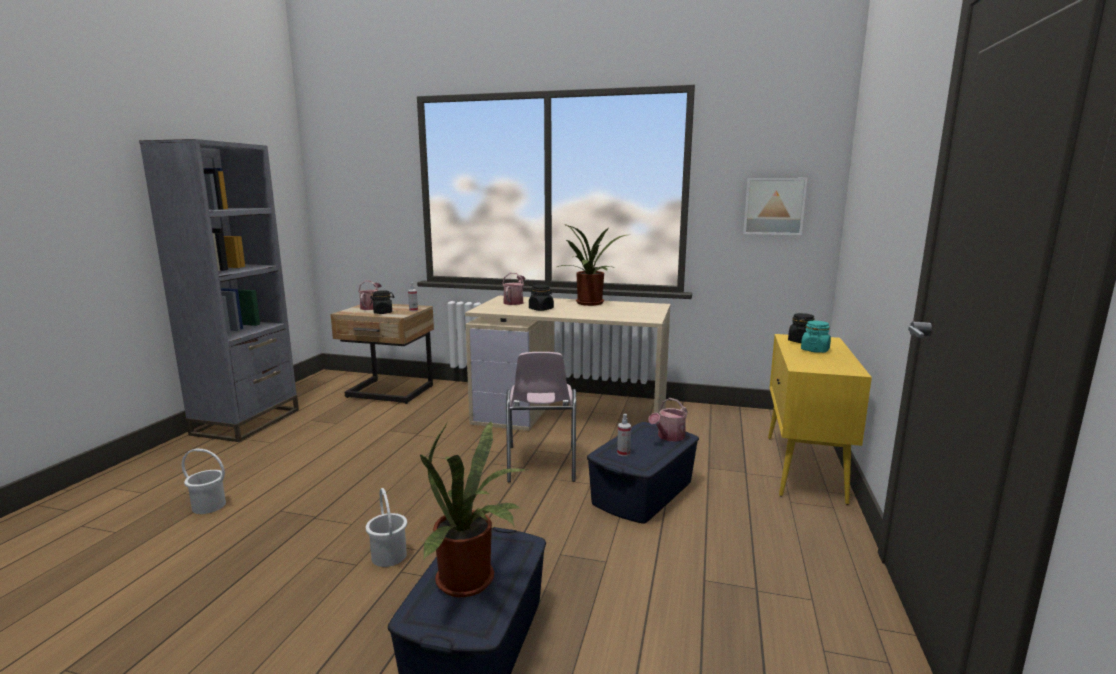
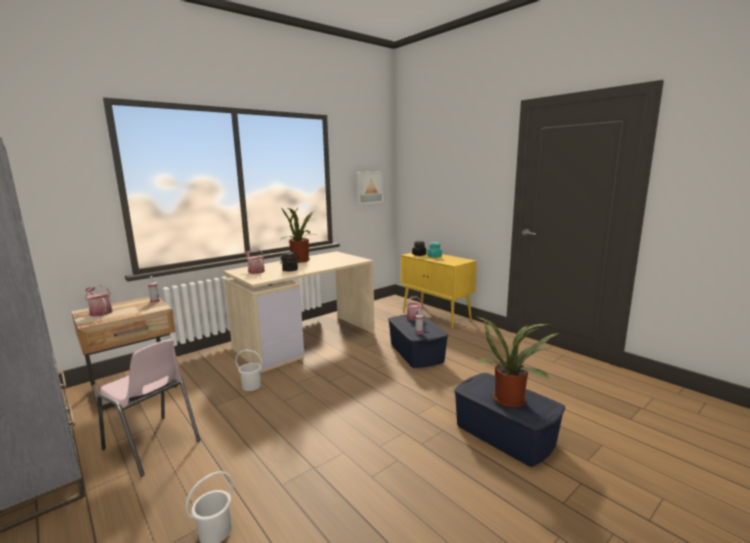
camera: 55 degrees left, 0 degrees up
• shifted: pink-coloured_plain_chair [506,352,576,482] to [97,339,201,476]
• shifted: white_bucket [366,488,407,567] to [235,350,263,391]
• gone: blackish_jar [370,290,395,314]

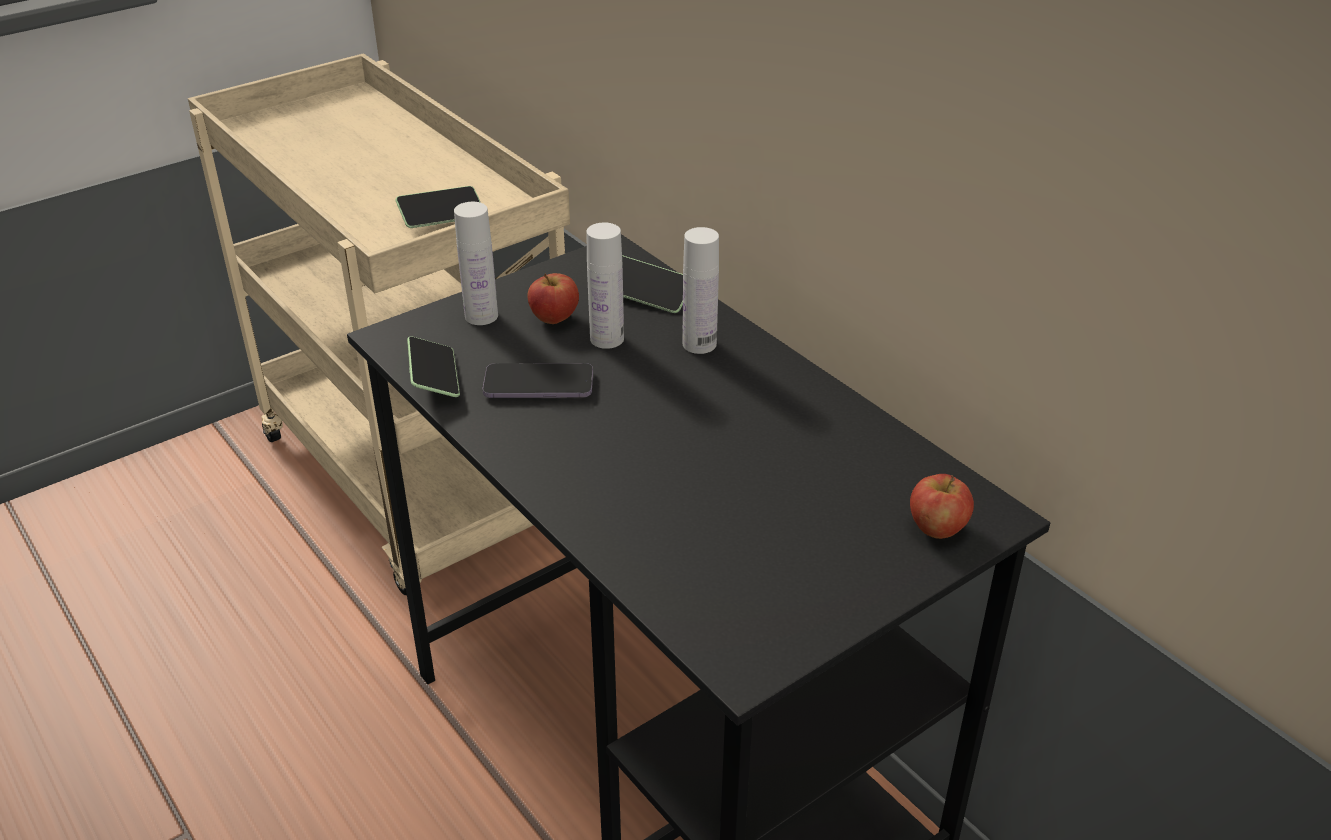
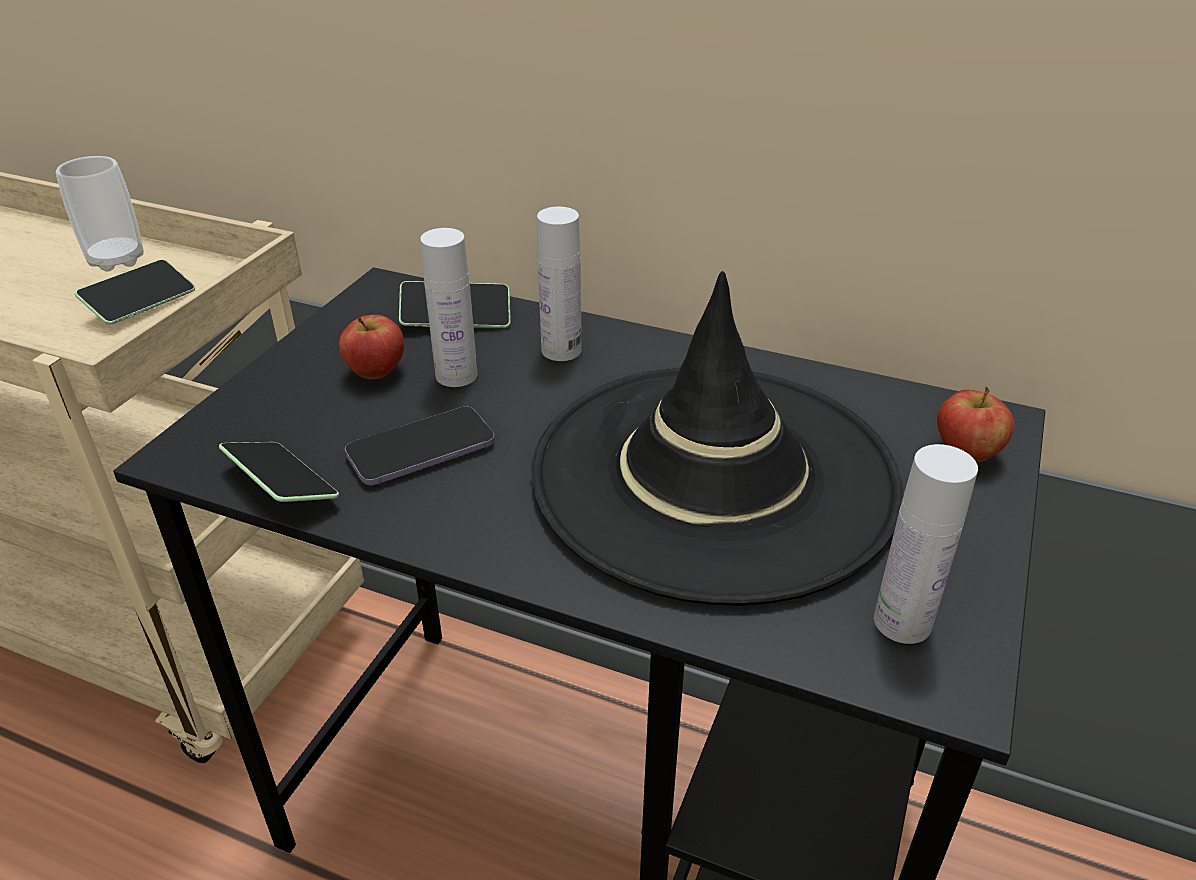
camera: 30 degrees left, 0 degrees up
• new: cup [56,156,144,272]
• new: blackish_wearable_hat [531,271,903,606]
• shifted: white_bottle [454,202,498,325] to [874,444,978,644]

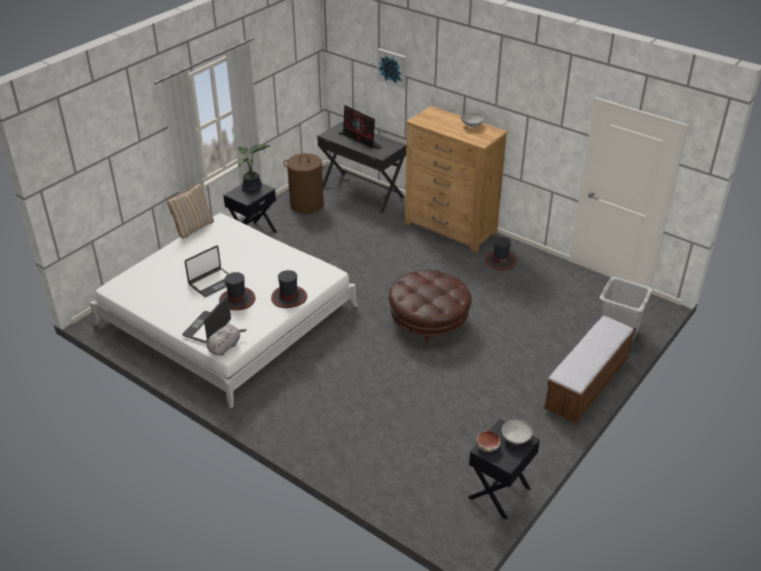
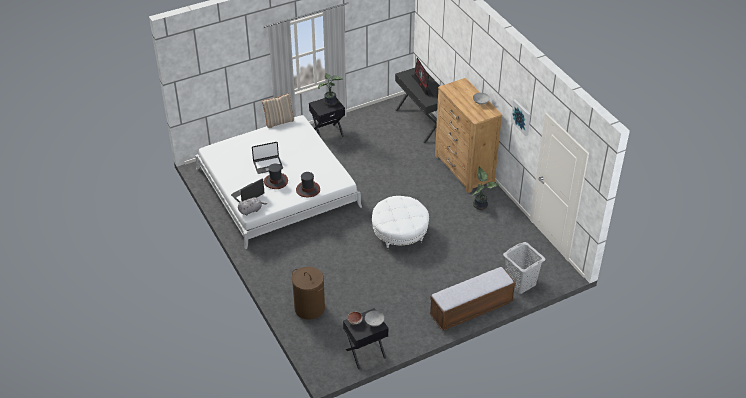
camera: 25 degrees right, 5 degrees up
• shifted: brownish_hamper [284,153,325,214] to [292,266,325,320]
• repainted: brownish_pouffe [389,270,472,346] to white_pouffe [372,196,429,249]
• swapped: wearable_hat [485,237,517,271] to houseplant [471,167,499,210]
• shifted: picture [377,48,406,89] to [511,99,531,136]

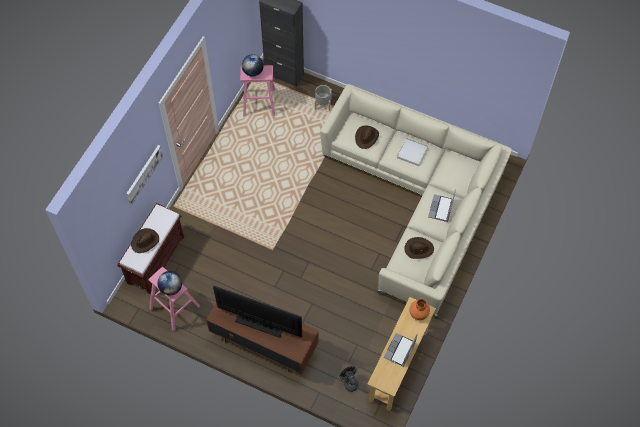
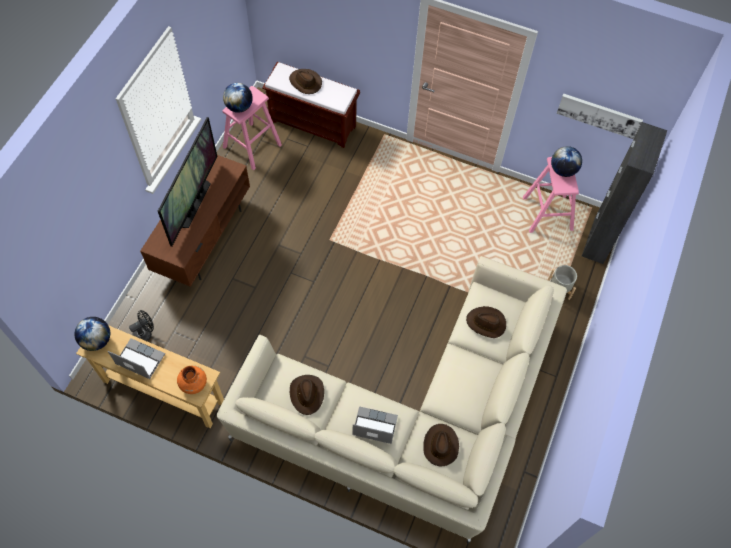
camera: 85 degrees right, 0 degrees up
• new: globe [74,317,110,351]
• new: brownish_wearable_hat [424,424,459,466]
• shifted: picture [126,145,163,205] to [556,94,643,139]
• gone: white_tray [397,138,428,166]

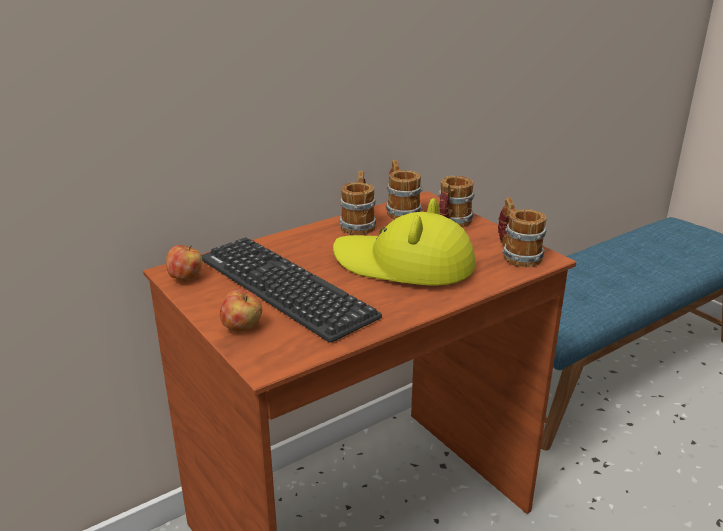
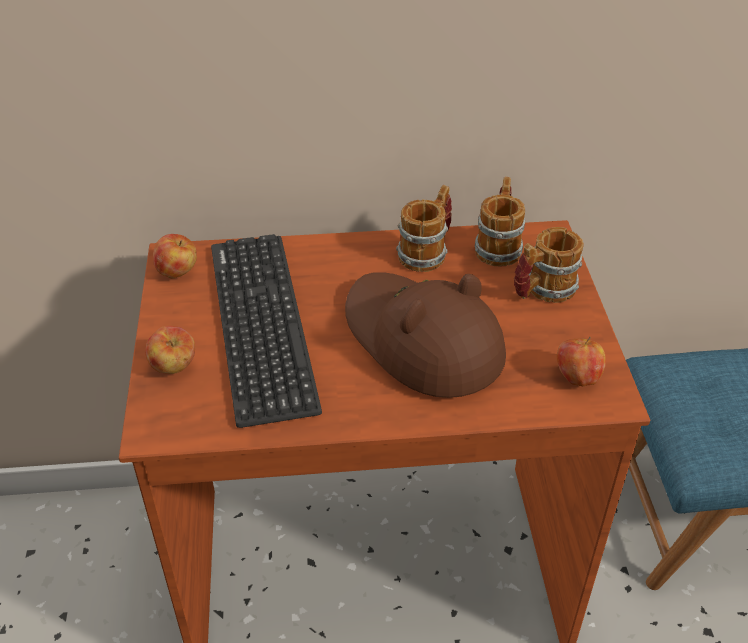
camera: 30 degrees right, 15 degrees up
• repainted: yellow_wearable_hat [333,198,476,285] to brownish_wearable_hat [345,272,506,398]
• swapped: mug [498,197,547,267] to whole_apple [557,336,606,386]

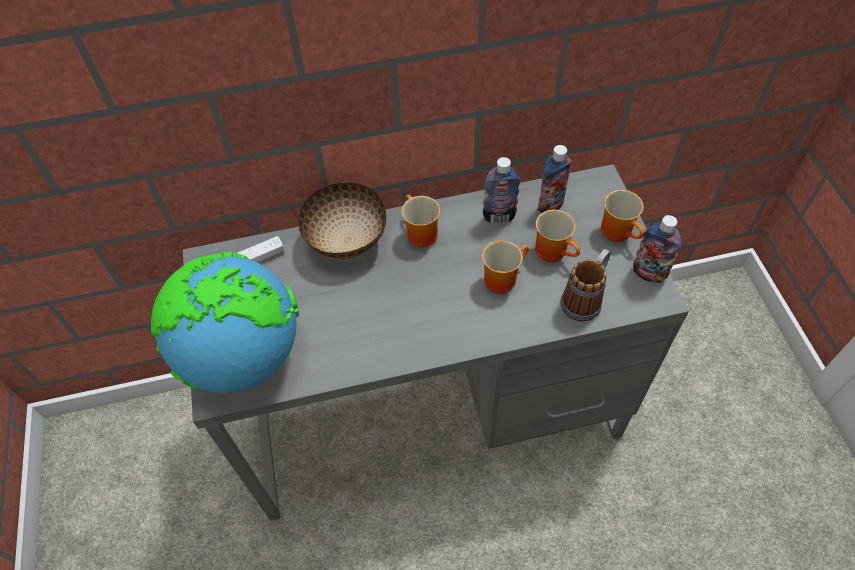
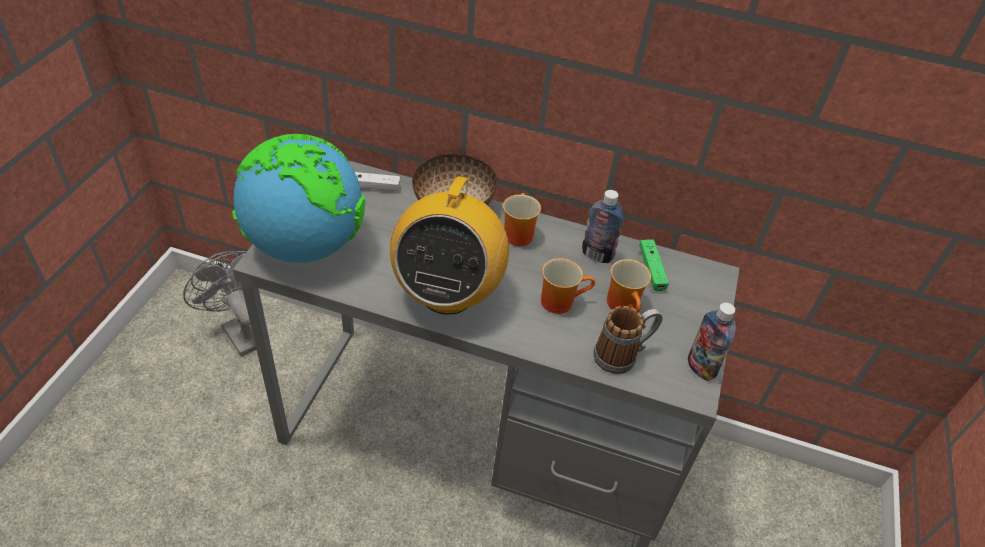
camera: 25 degrees right, 10 degrees down
• new: greyish_fan [183,251,256,357]
• new: radio_set [390,170,509,315]
• swapped: bottle [538,145,572,213] to green_game_controller [639,240,669,291]
• gone: mug [601,190,644,242]

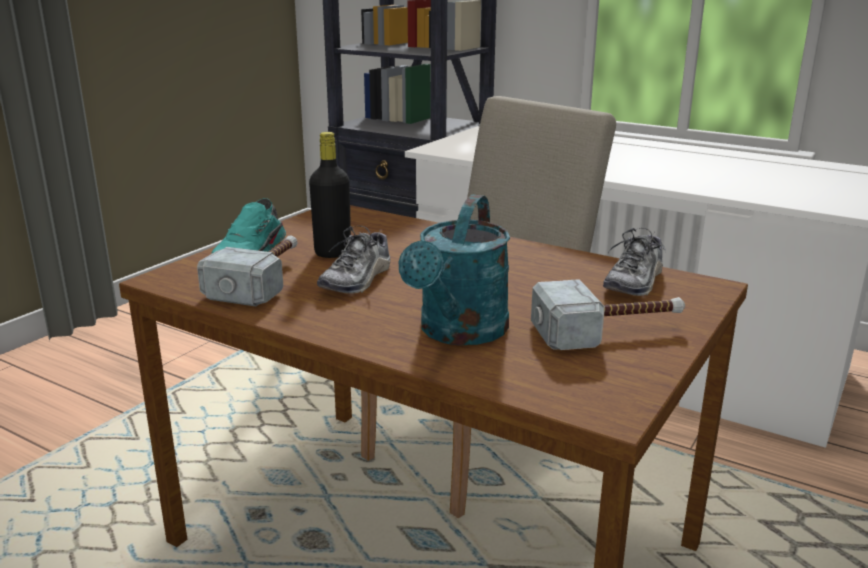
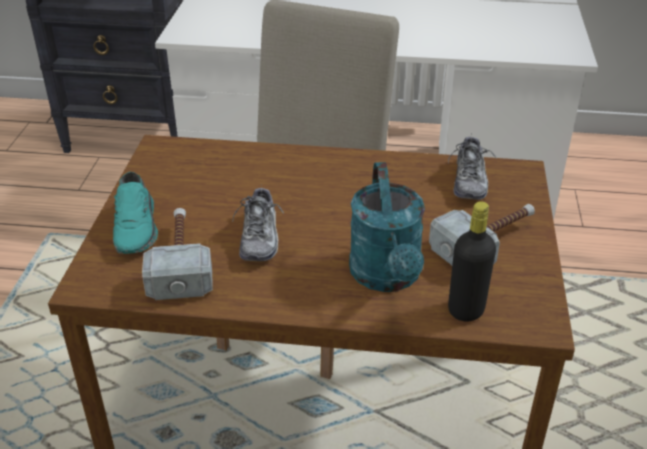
camera: 25 degrees left, 15 degrees up
• shifted: blackish_bottle [309,132,351,258] to [448,201,496,322]

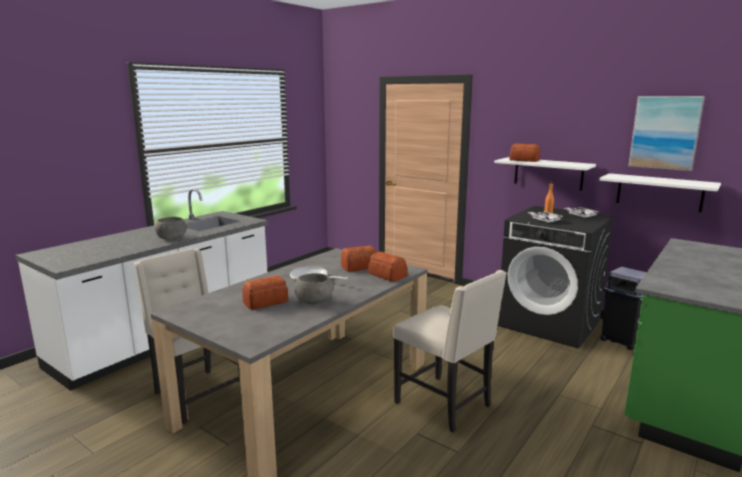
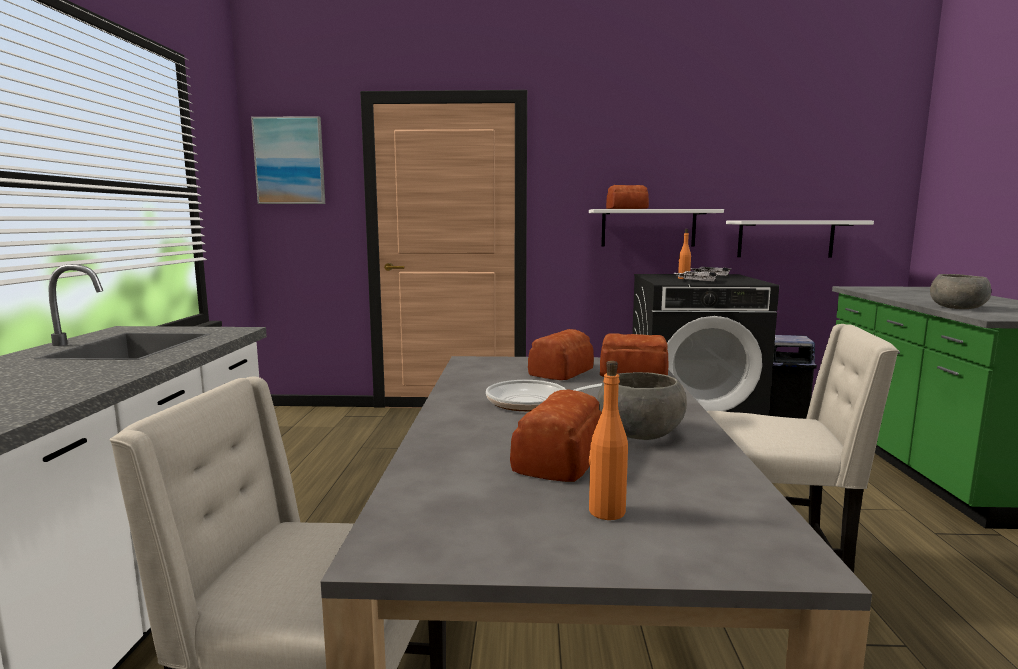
camera: 35 degrees left, 5 degrees down
• shifted: picture [628,96,705,171] to [251,116,325,204]
• new: orangey_bottle [589,361,628,520]
• shifted: greyish_bowl [154,217,187,240] to [930,274,991,309]

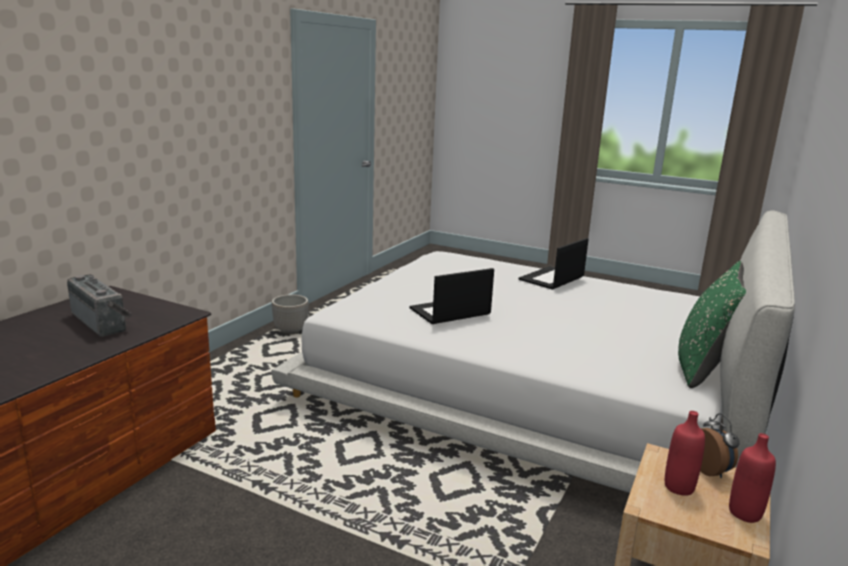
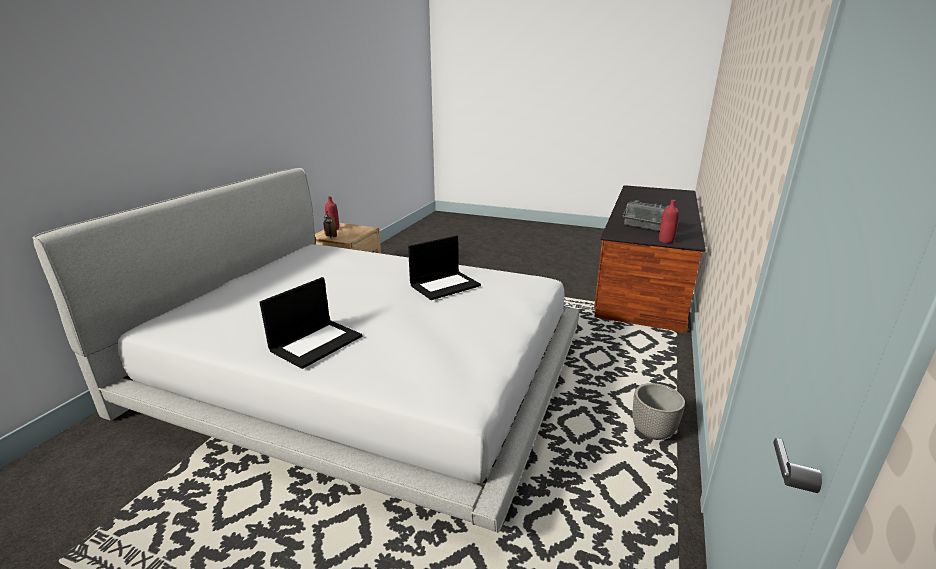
camera: 175 degrees right, 5 degrees up
• shifted: red_bottle [665,411,705,496] to [659,200,679,243]
• gone: green_cushion [678,261,746,388]

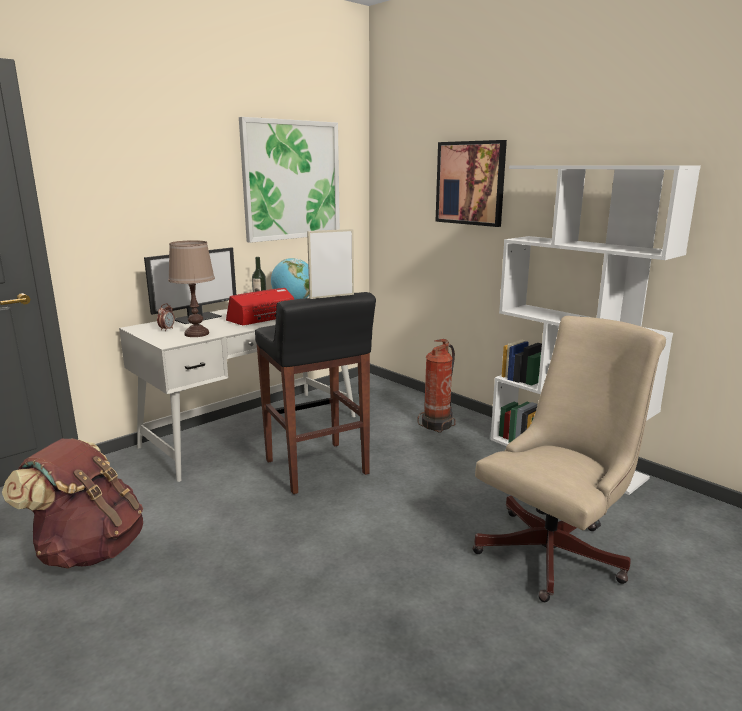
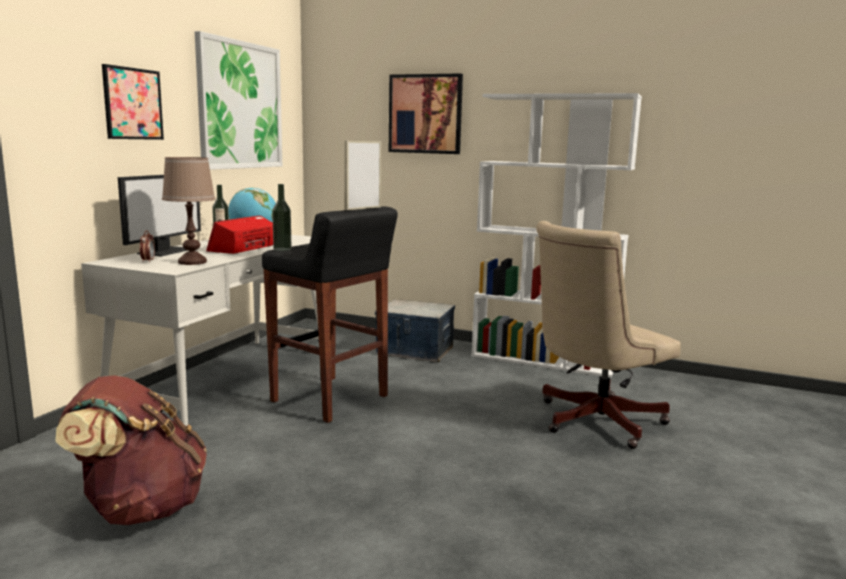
camera: 25 degrees left, 5 degrees down
• new: picture [102,64,164,140]
• new: bottle [272,184,292,251]
• swapped: fire_extinguisher [417,339,456,433] to storage_container [375,299,455,362]
• rotated: sand-coloured_computer_chair [472,316,666,602] = [536,221,681,449] 150 degrees counterclockwise

